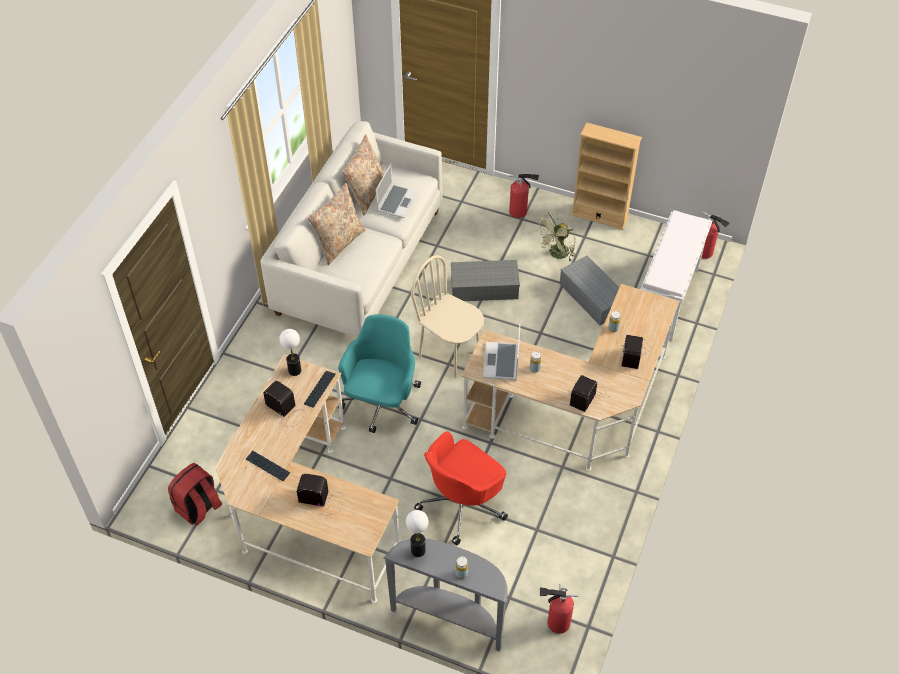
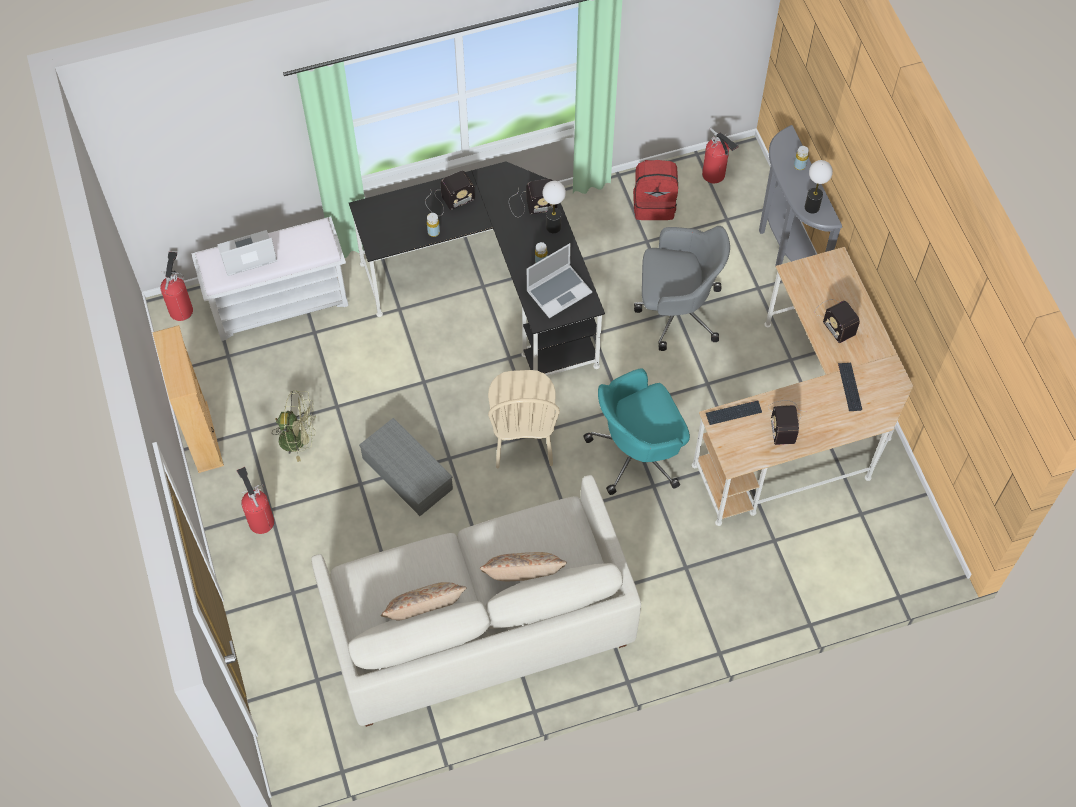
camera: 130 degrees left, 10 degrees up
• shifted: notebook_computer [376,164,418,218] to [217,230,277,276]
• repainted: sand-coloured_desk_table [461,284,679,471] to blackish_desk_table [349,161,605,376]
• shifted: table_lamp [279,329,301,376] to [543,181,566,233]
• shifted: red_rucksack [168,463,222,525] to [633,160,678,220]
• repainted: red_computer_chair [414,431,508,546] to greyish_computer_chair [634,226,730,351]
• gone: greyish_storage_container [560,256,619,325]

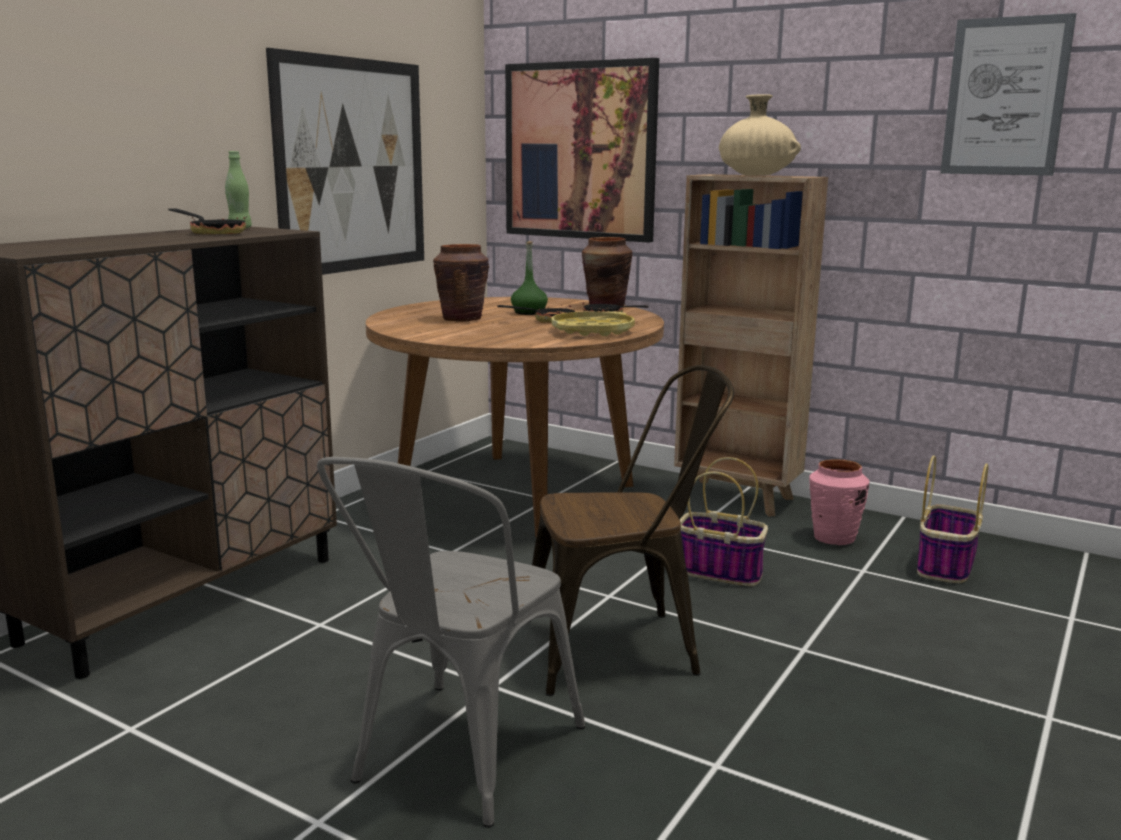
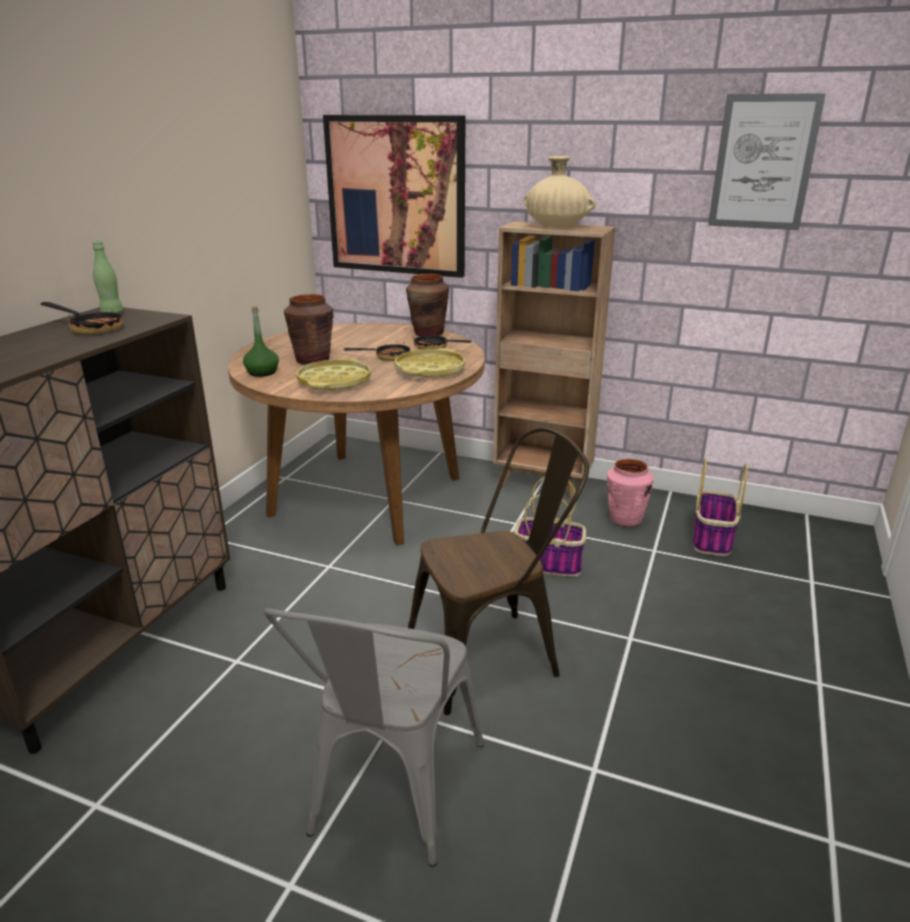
camera: 10 degrees left, 10 degrees up
• shifted: green_bottle [511,241,548,315] to [243,306,279,377]
• new: yellow_tray [296,358,371,391]
• gone: picture [266,48,424,275]

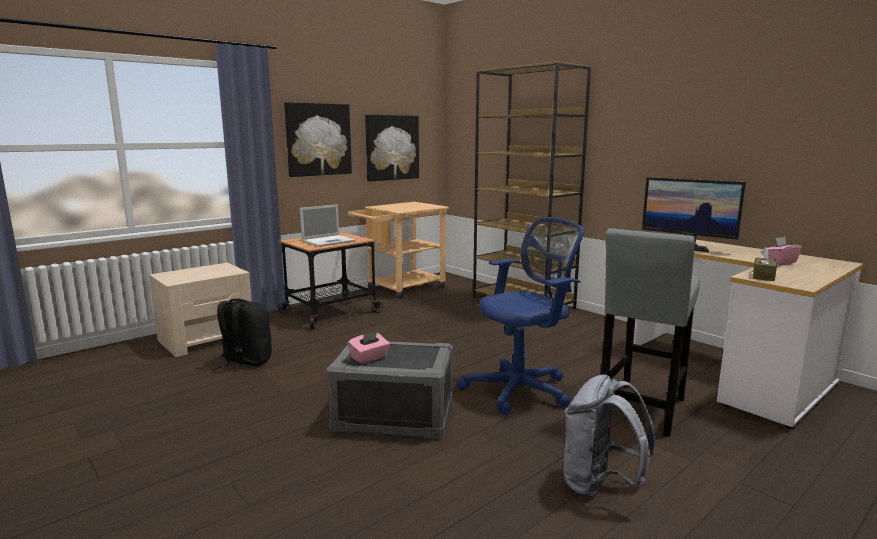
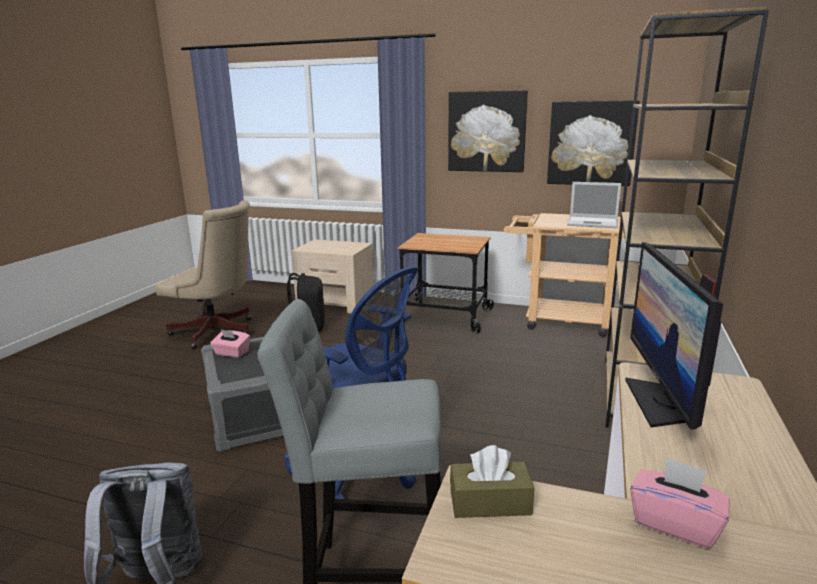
camera: 60 degrees right, 5 degrees up
• new: sand-coloured_computer_chair [155,200,252,349]
• shifted: notebook_computer [300,204,356,247] to [567,182,621,228]

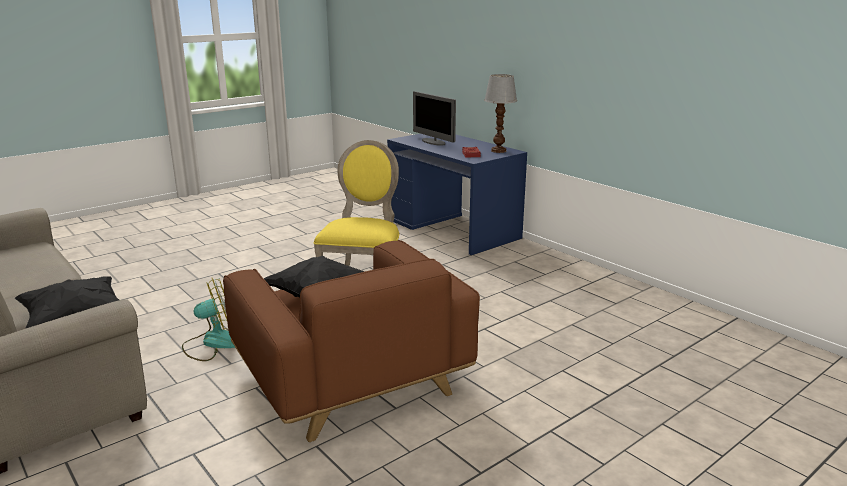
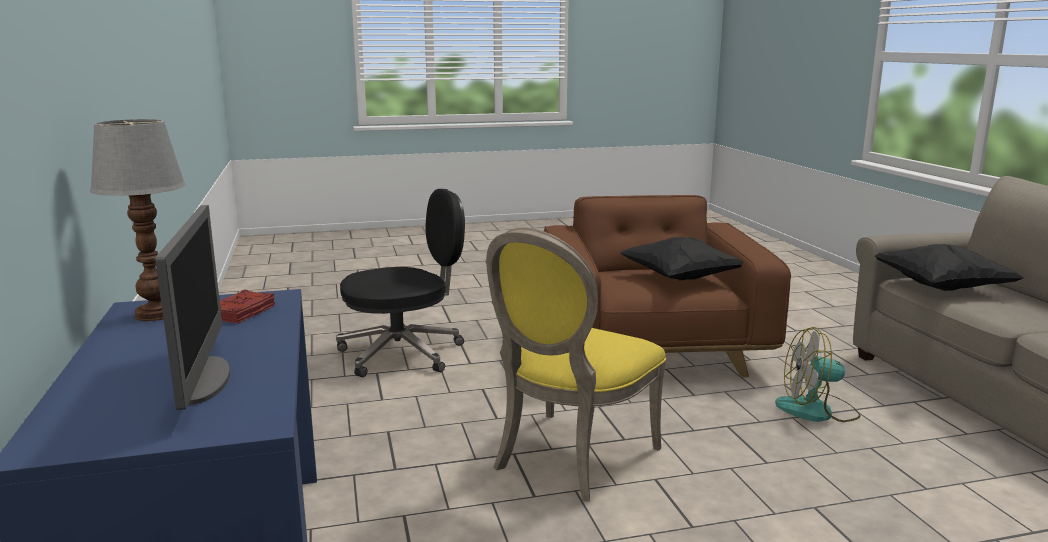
camera: 155 degrees left, 5 degrees down
• new: blackish_computer_chair [336,189,465,377]

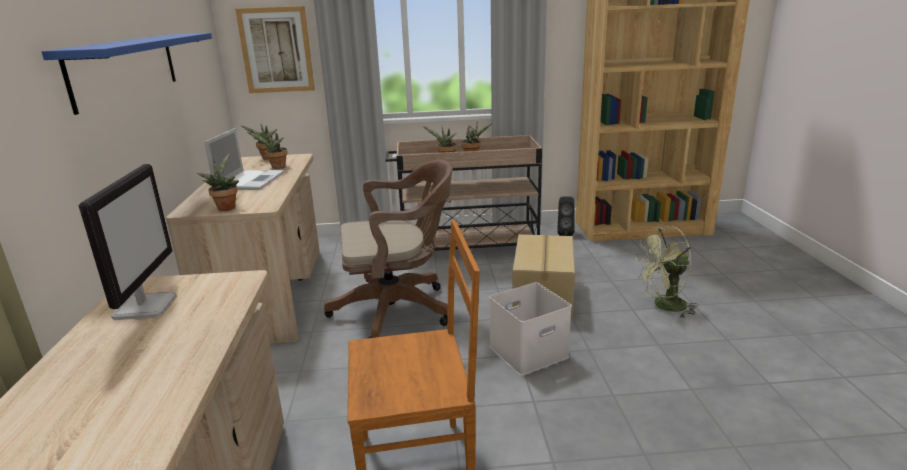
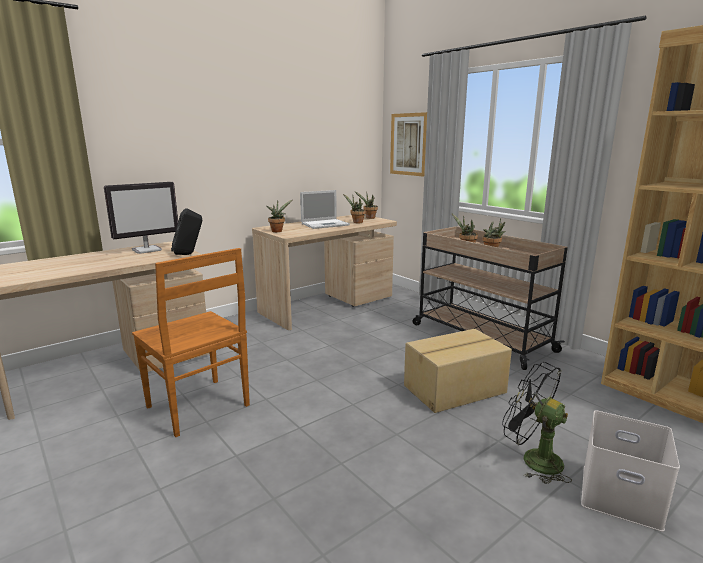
camera: 55 degrees right, 5 degrees down
• shifted: blackish_audio_speaker [557,196,575,236] to [171,208,202,255]
• repainted: green_fan [636,226,698,317] to blackish_fan [502,362,572,484]
• shifted: white_storage_container [489,282,572,376] to [581,410,680,532]
• gone: blue_shelf [42,33,212,115]
• gone: brownish_computer_chair [324,160,453,338]

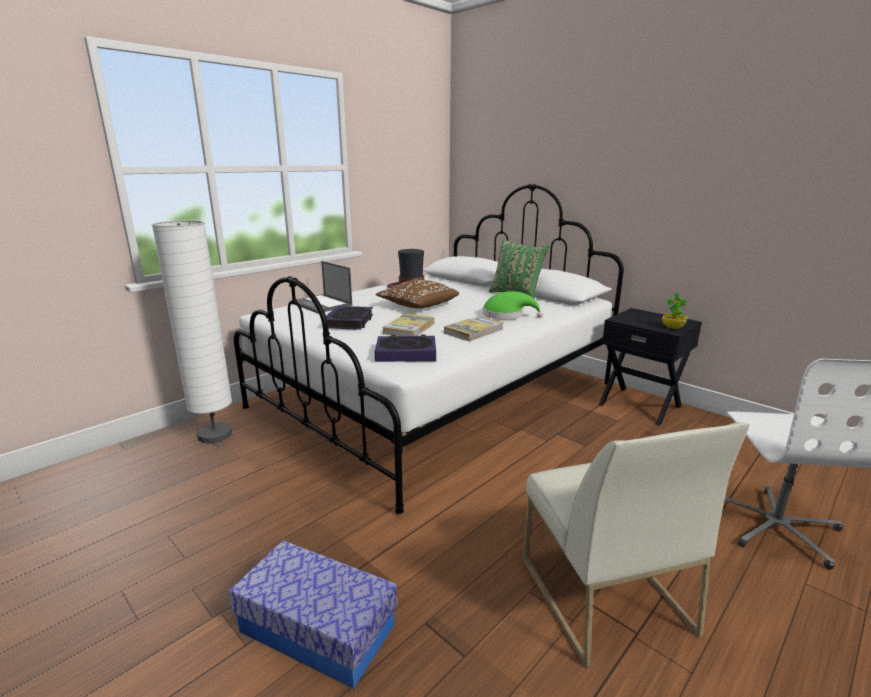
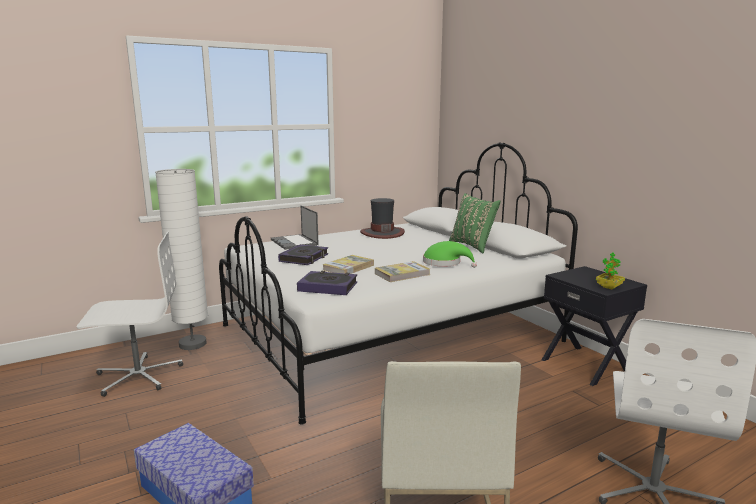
camera: 15 degrees right, 5 degrees down
• new: white_computer_chair [77,231,183,397]
• gone: brownish_cushion [376,279,459,308]

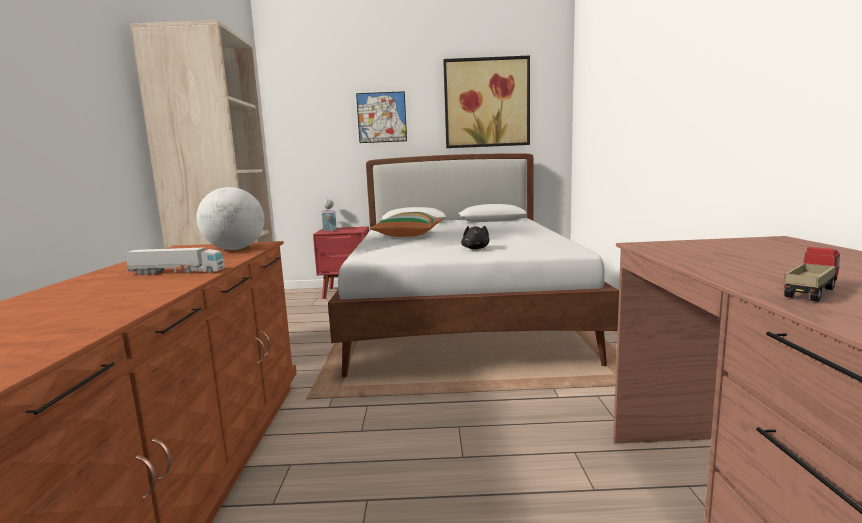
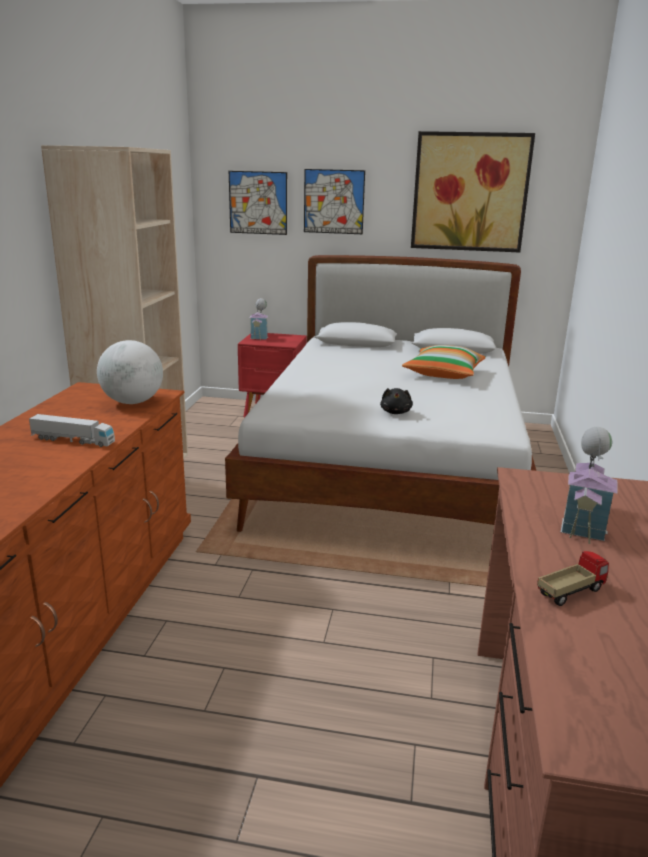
camera: 10 degrees right, 10 degrees up
• new: picture [229,171,287,235]
• shifted: cushion [370,212,441,237] to [402,345,486,379]
• new: toy_house [561,427,618,544]

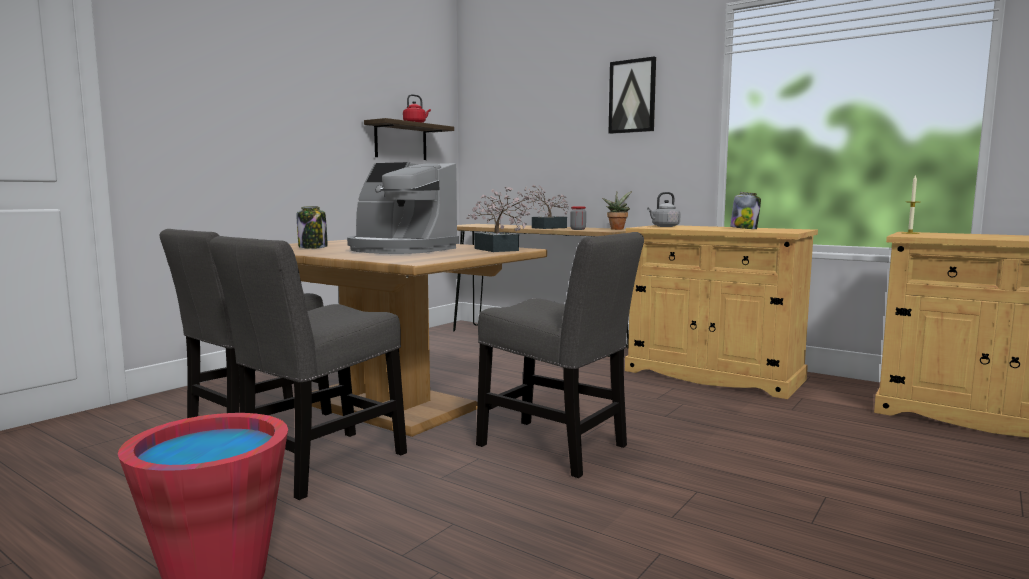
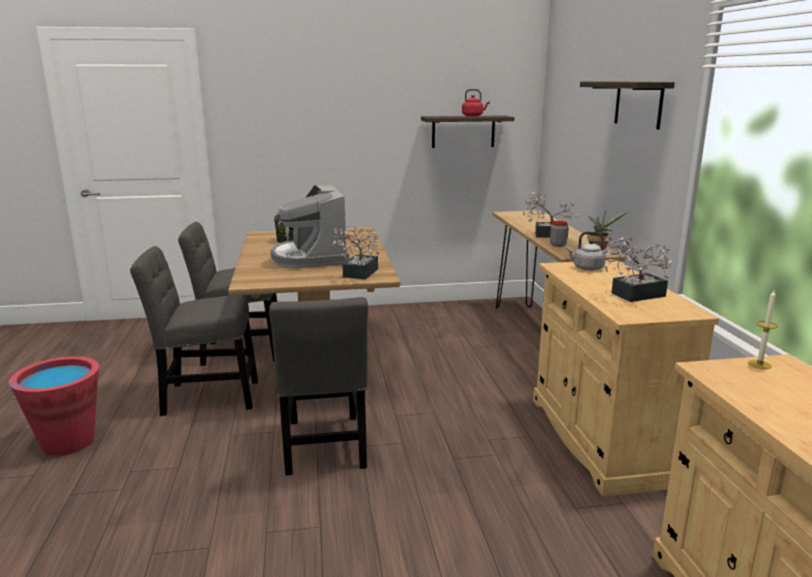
camera: 45 degrees right, 10 degrees up
• swapped: picture [609,56,656,134] to shelf [580,81,675,130]
• swapped: jar [730,192,761,229] to houseplant [602,235,672,302]

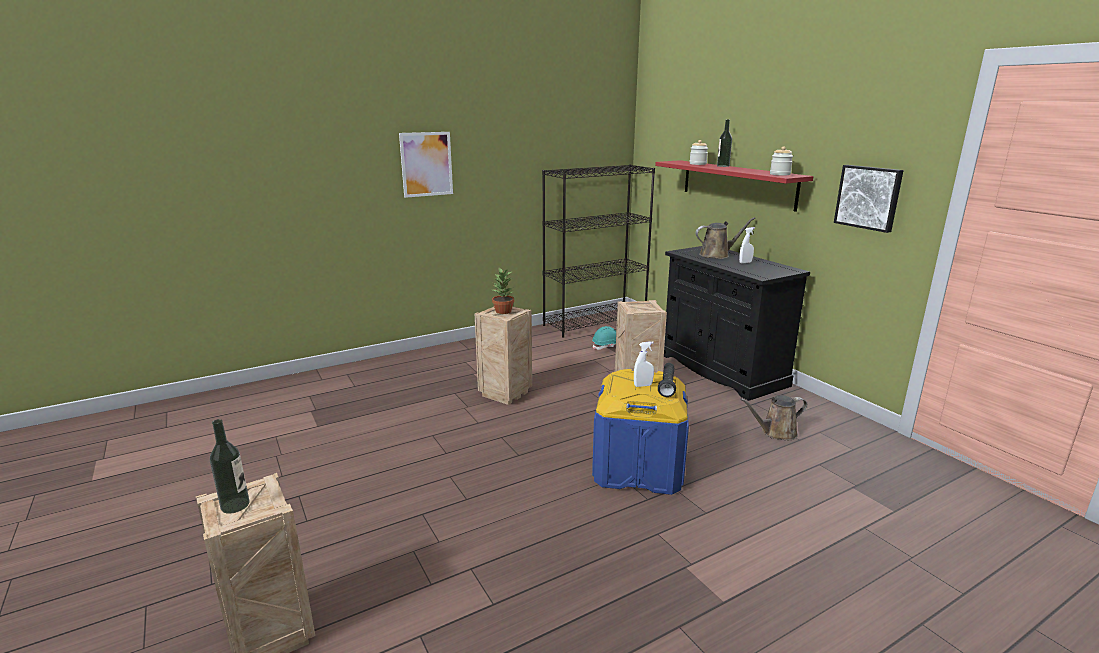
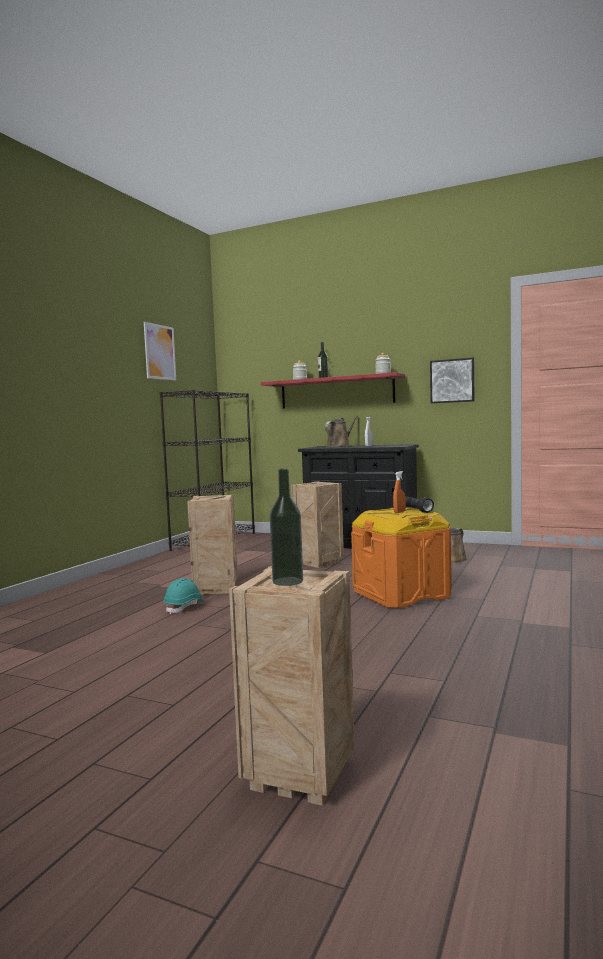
camera: 35 degrees left, 15 degrees down
• shifted: picture [399,132,453,198] to [144,322,176,381]
• shifted: turquoise-coloured_work_helmet [592,326,616,350] to [163,578,205,614]
• repainted: blue_storage_container [592,369,689,495] to orangey_storage_container [351,507,452,608]
• repainted: white_spray_bottle [634,341,654,387] to orangey_spray_bottle [393,471,406,513]
• gone: houseplant [492,268,514,314]

